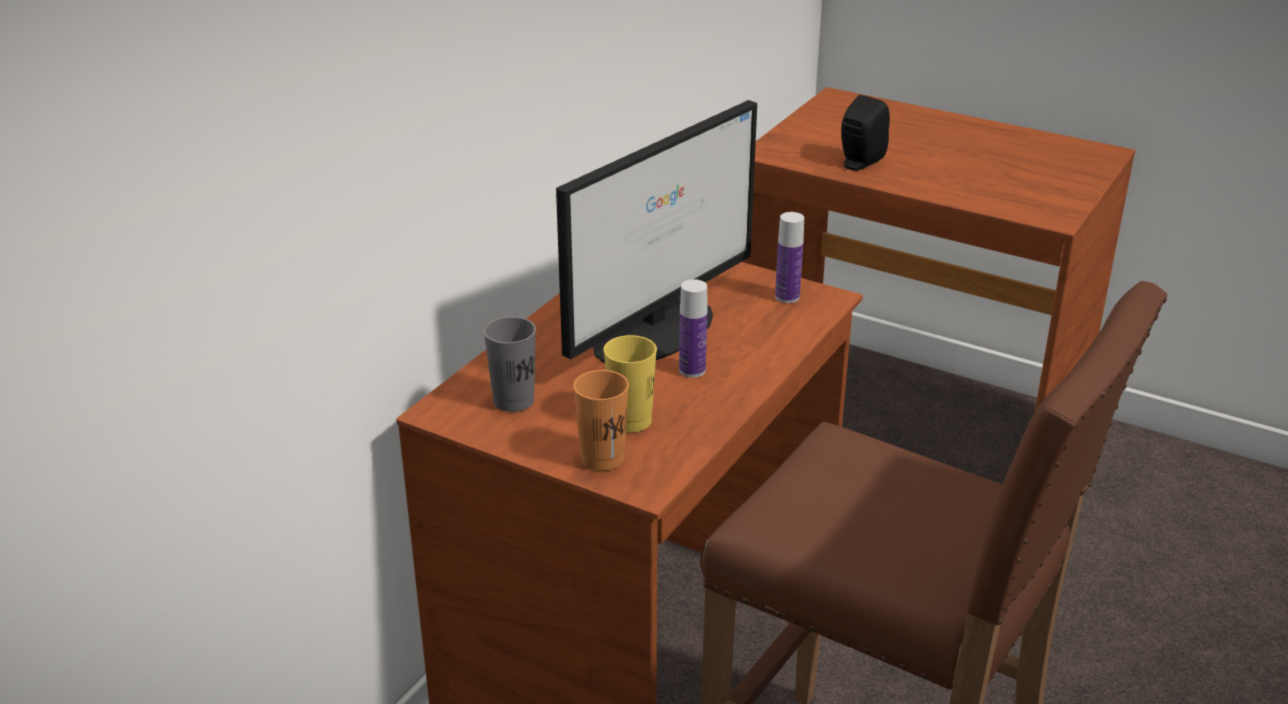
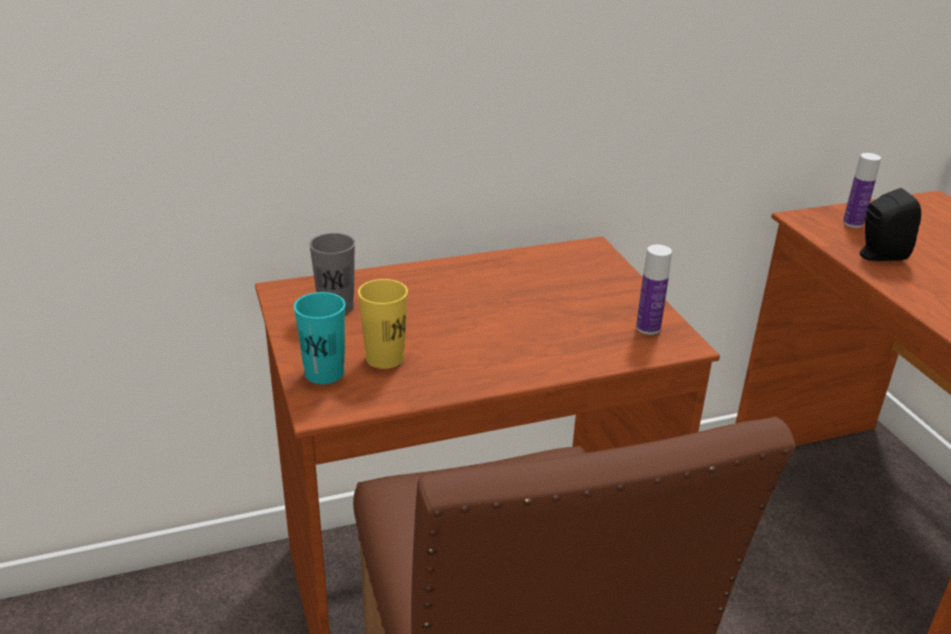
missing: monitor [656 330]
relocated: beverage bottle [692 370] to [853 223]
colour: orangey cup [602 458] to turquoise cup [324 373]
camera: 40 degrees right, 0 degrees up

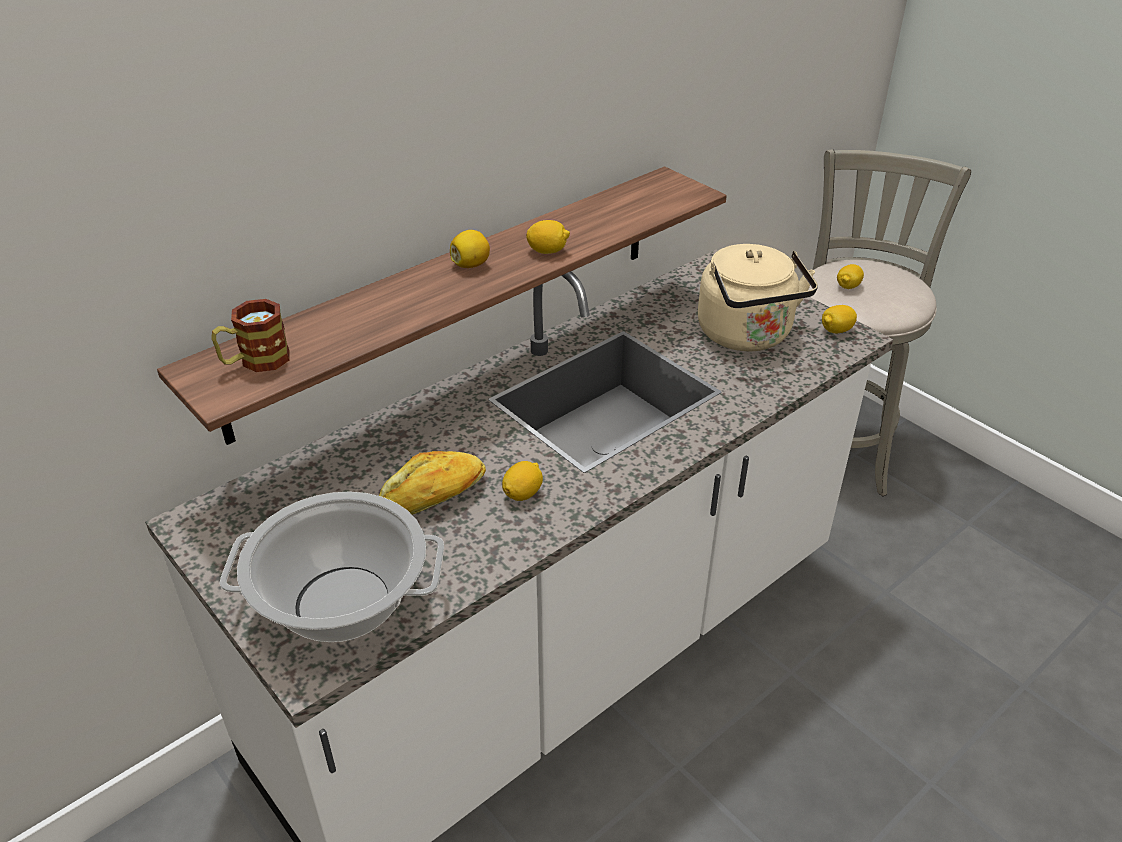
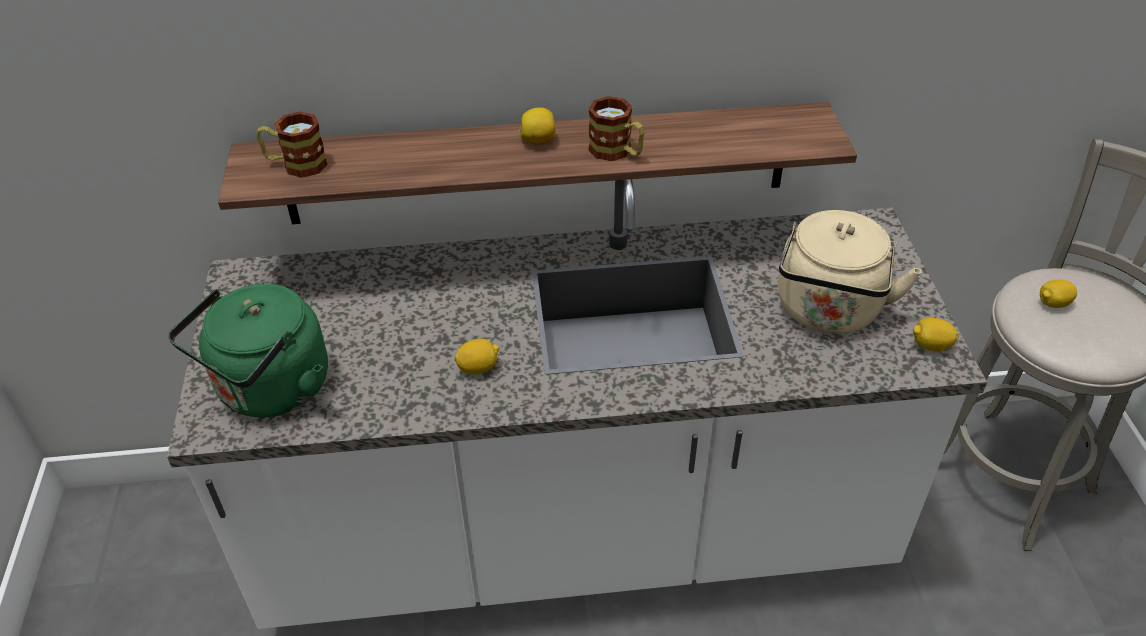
missing: bakery bread [433 498]
exchanged: citrus fruit [548 251] to tea mug [617 152]; stockpot [341 604] to green-coloured water kettle [270 390]
camera: 35 degrees right, 5 degrees up

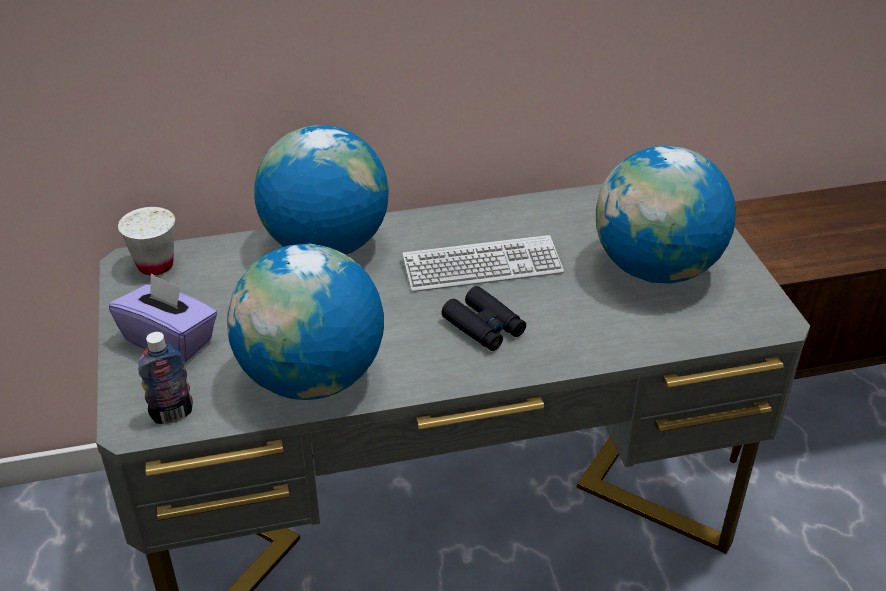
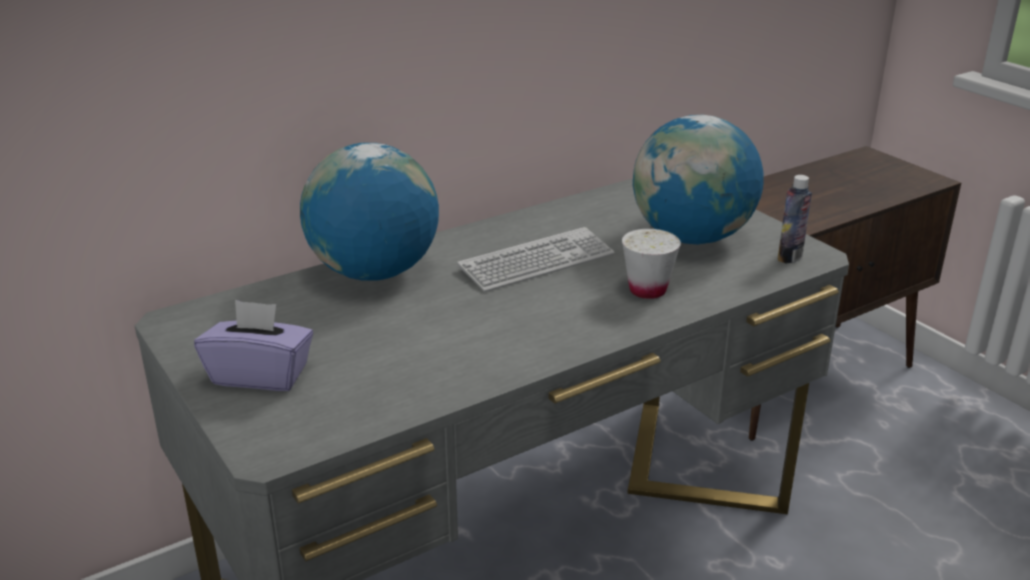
missing: desk globe [311 378]; black-coloured binoculars [484 327]
relocated: whitish cup [155 265] to [647 290]; beverage bottle [172 414] to [790 257]
camera: 20 degrees left, 10 degrees down

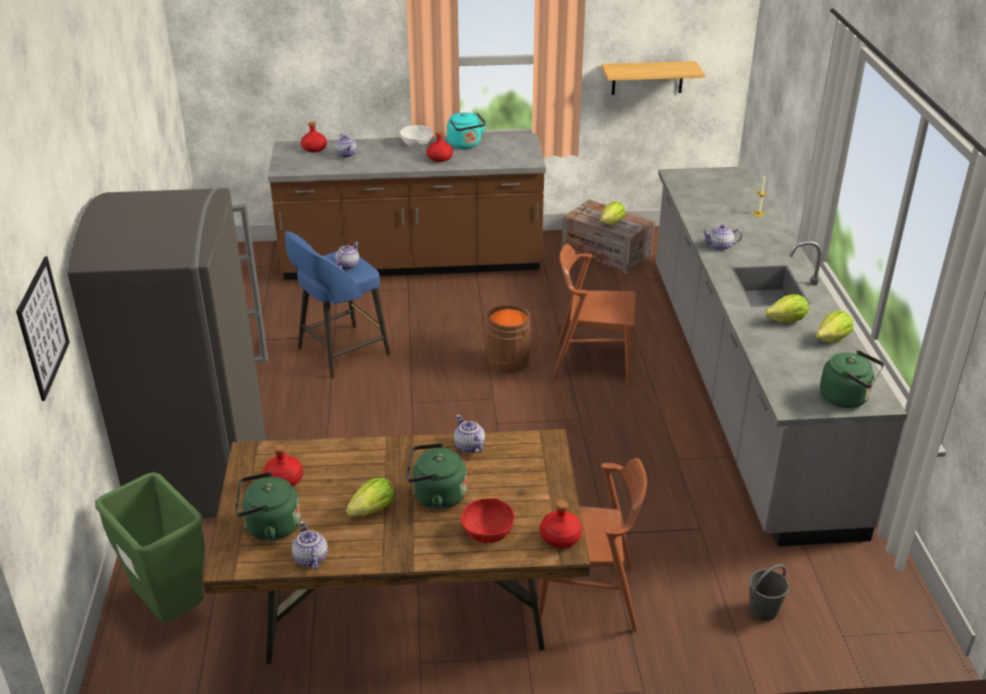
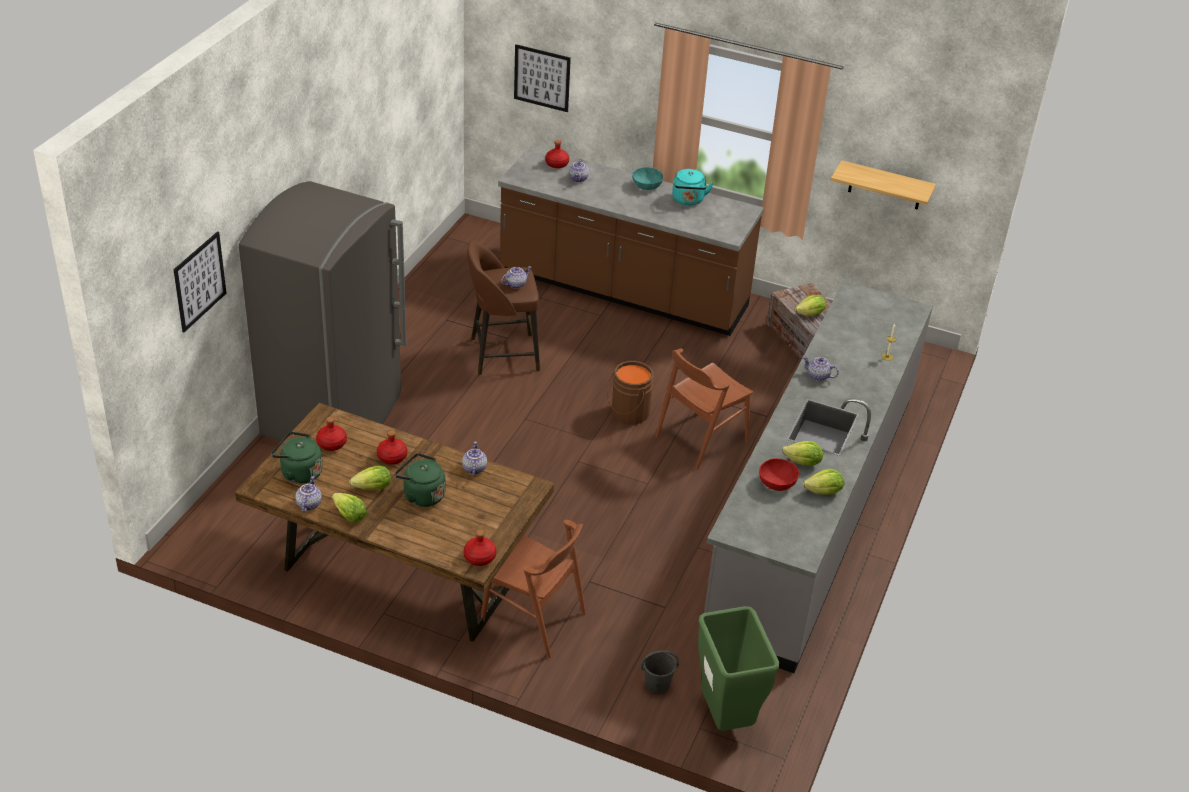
missing: green-coloured water kettle [847 398]
appeared: wall picture [542 78]; head of lettuce [350 516]
relocated: reddish beverage bottle [440 158] to [392 457]; green-coloured waste bin [172 610] to [726 719]; reddish serving bowl [488 532] to [777 483]
colour: whitish serving bowl [416 144] to turquoise serving bowl [647 186]; bluish sitting stool [340 352] to brownish sitting stool [502 354]
spun: brownish upright chair [592 362] = [701 439] 75 degrees counterclockwise
camera: 25 degrees right, 5 degrees up

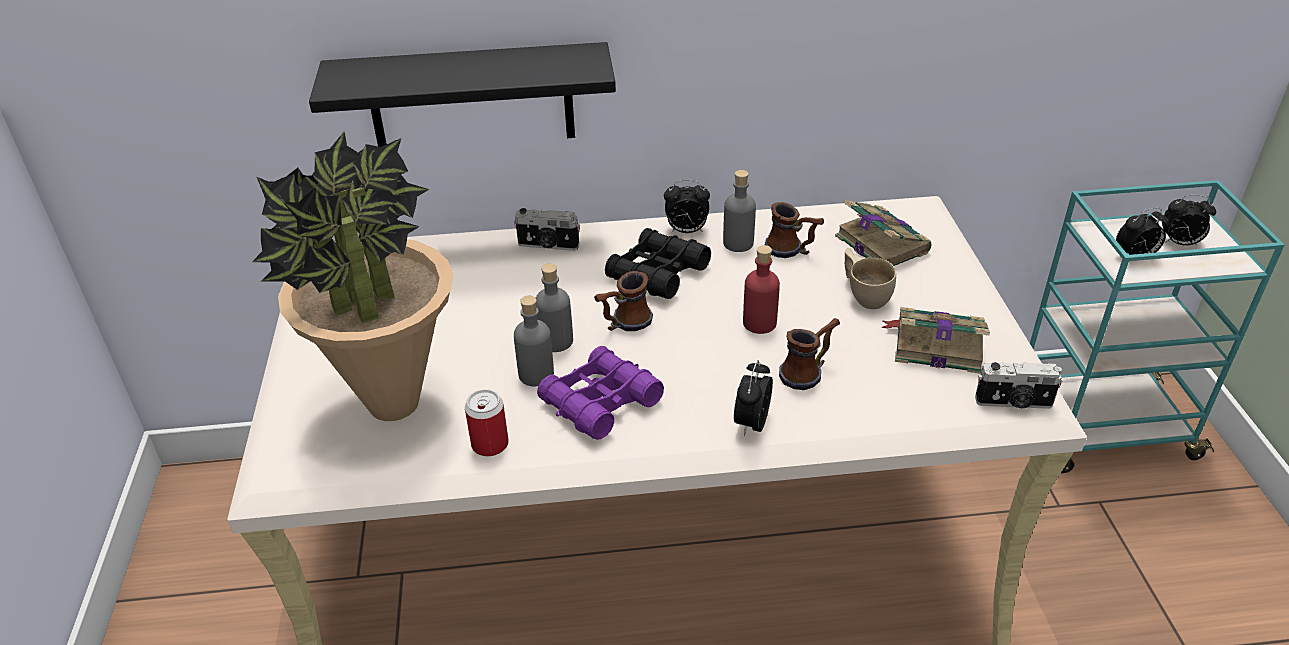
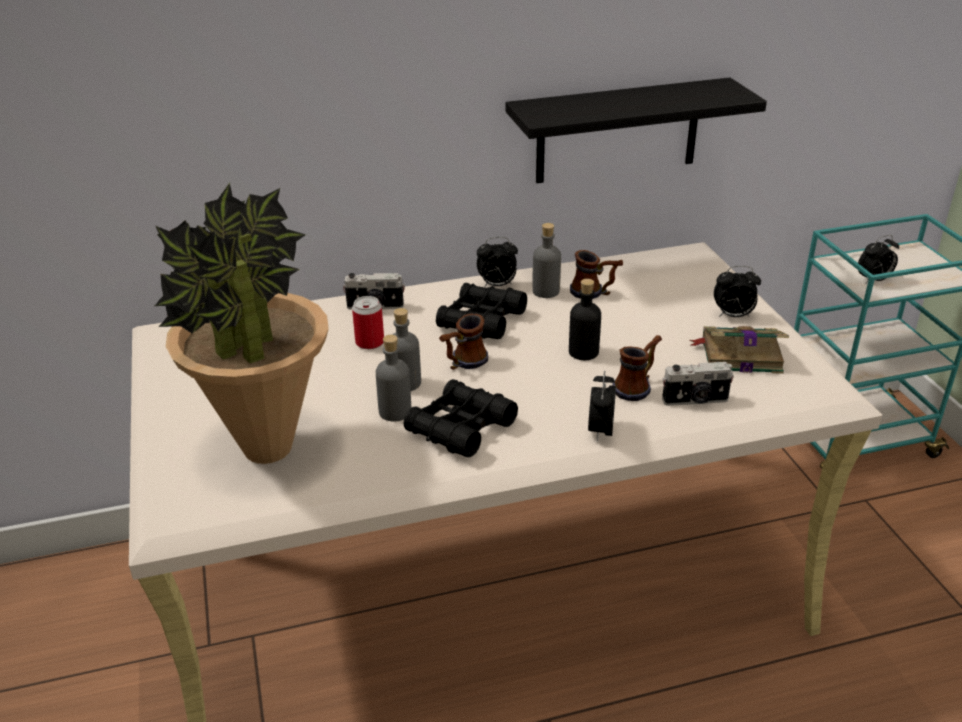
missing: volume [880 243]; beige-coloured cup [864 294]
relocated: black-coloured wall shelf [471 98] to [617 131]; bedside clock [1179 243] to [733 316]; still camera [1014 403] to [695 401]; sealed can [490 444] to [370 342]
colour: reddish beverage bottle [759 323] to black-coloured beverage bottle [583 352]; purplish binoculars [600 402] to black-coloured binoculars [460 428]
camera: 10 degrees left, 5 degrees down

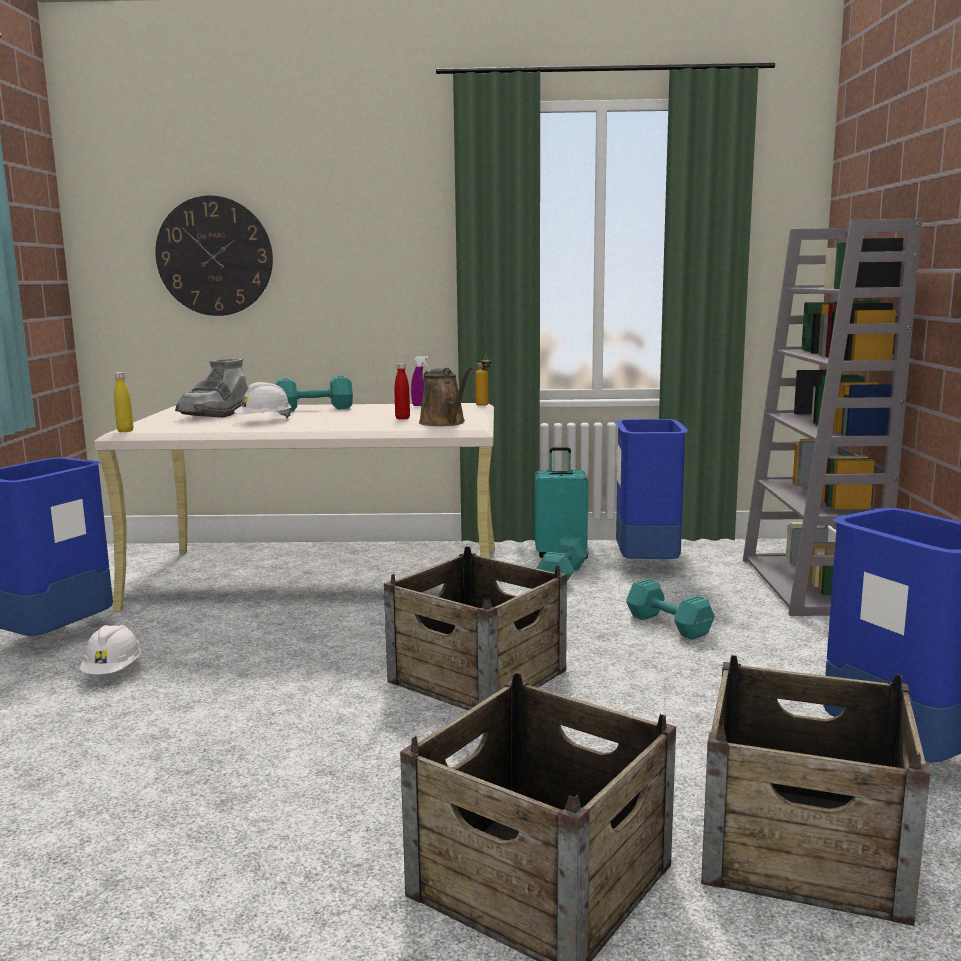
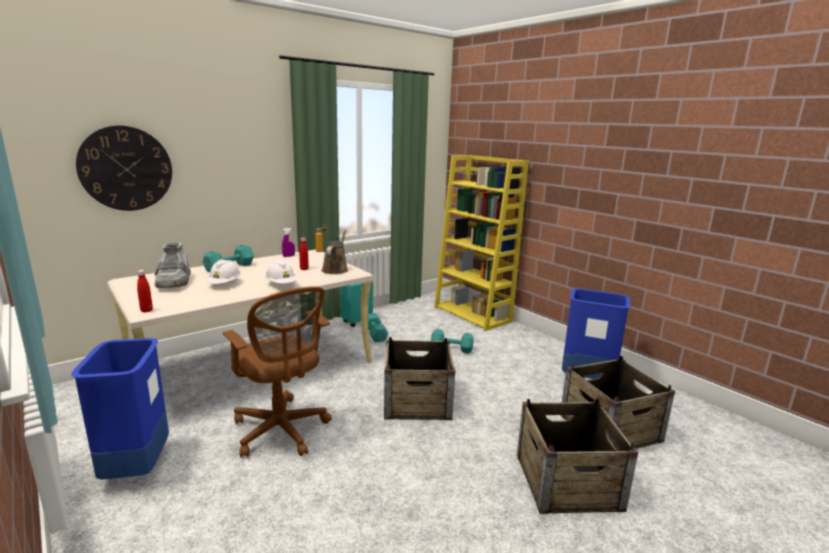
missing: bluish waste bin [645 565]
appeared: brownish computer chair [282 431]
relocated: whitish work helmet [113 671] to [281 284]
colour: gray bookcase [810 586] to yellow-coloured bookcase [473 314]; yellow-coloured beverage bottle [125 431] to reddish beverage bottle [146 310]
spun: brownish watering can [444 423] = [335 269] 105 degrees counterclockwise
camera: 40 degrees left, 5 degrees up

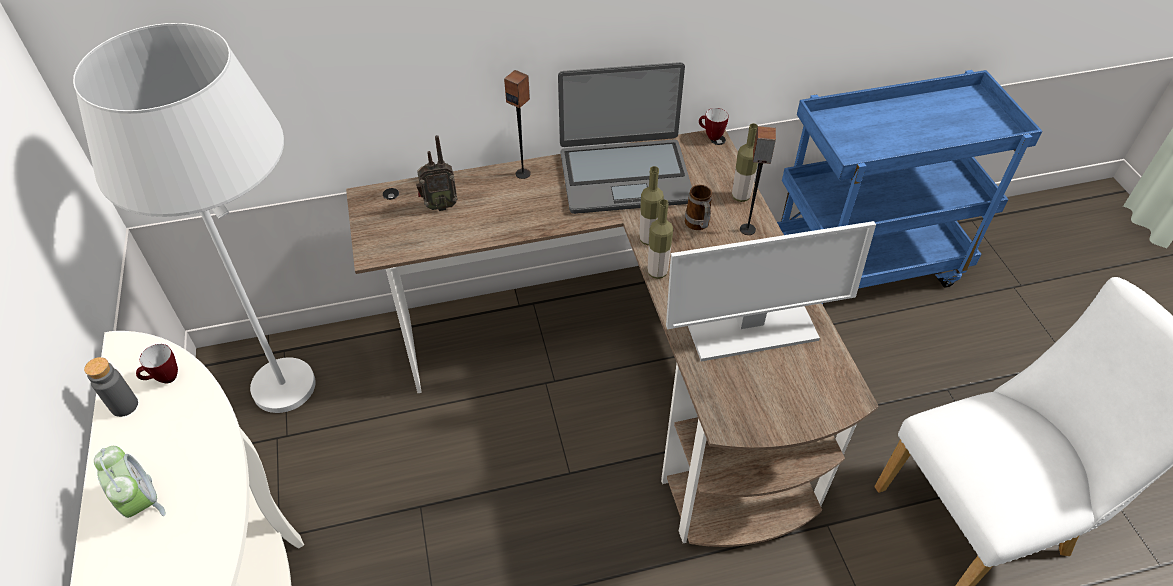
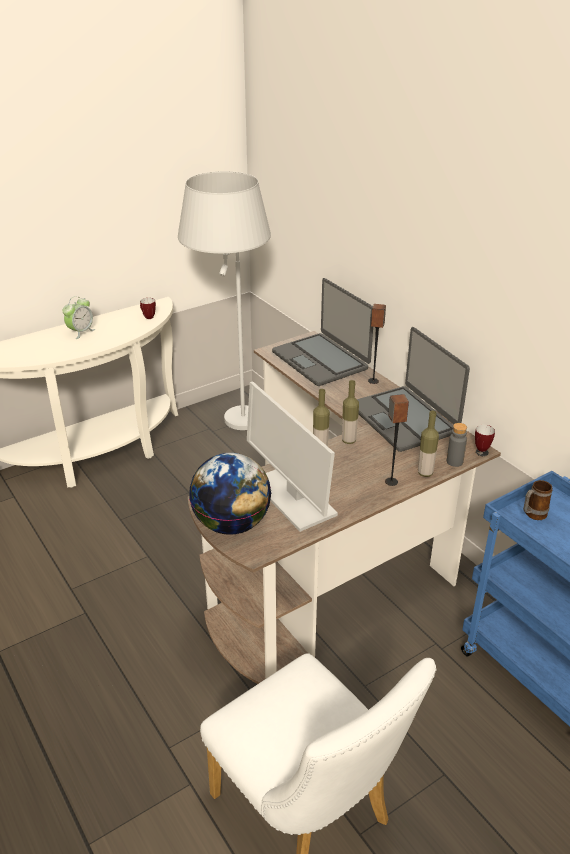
appeared: desk globe [232 524]
relocated: tea mug [698 226] to [532 515]; gray beverage bottle [124 405] to [454 461]
exchanged: radio receiver [439 205] to portable computer [321 360]
camera: 70 degrees right, 15 degrees down

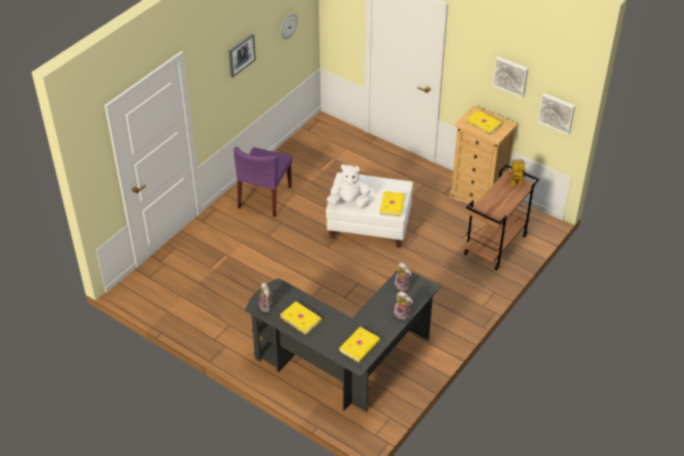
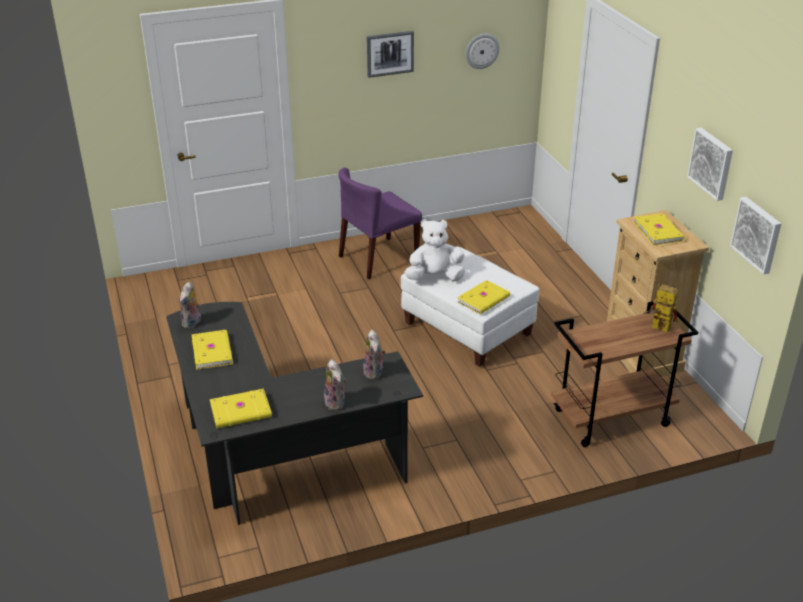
spun: whitish plush toy [349 202] = [434 277] 45 degrees counterclockwise
camera: 35 degrees right, 10 degrees down

